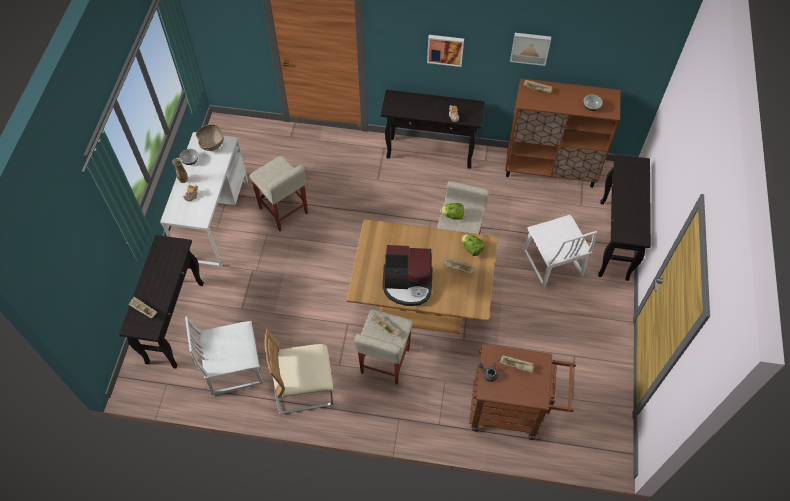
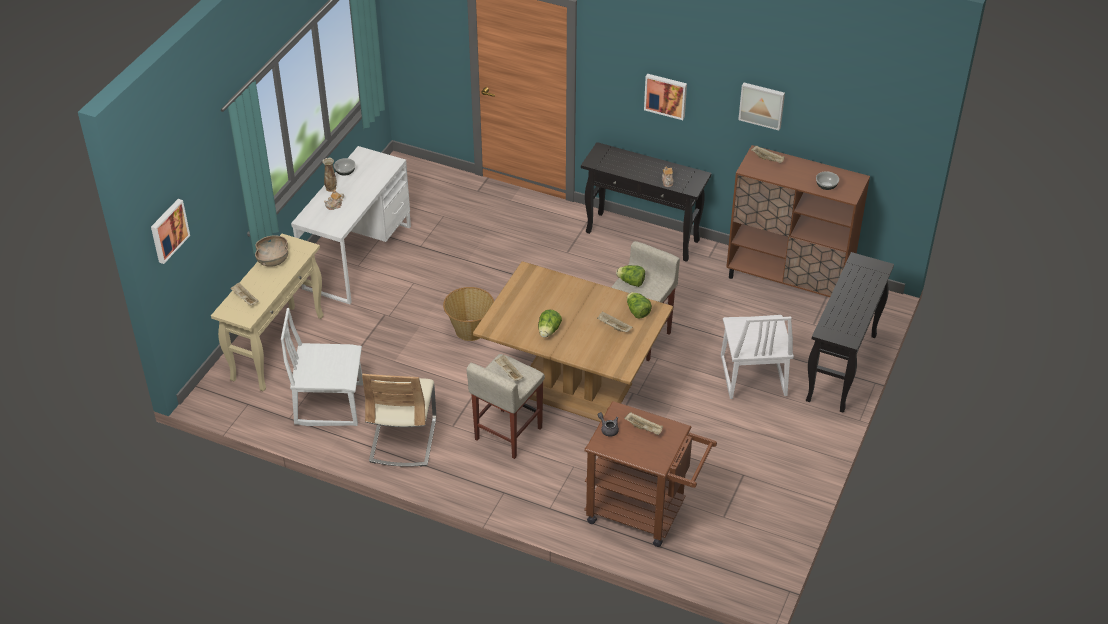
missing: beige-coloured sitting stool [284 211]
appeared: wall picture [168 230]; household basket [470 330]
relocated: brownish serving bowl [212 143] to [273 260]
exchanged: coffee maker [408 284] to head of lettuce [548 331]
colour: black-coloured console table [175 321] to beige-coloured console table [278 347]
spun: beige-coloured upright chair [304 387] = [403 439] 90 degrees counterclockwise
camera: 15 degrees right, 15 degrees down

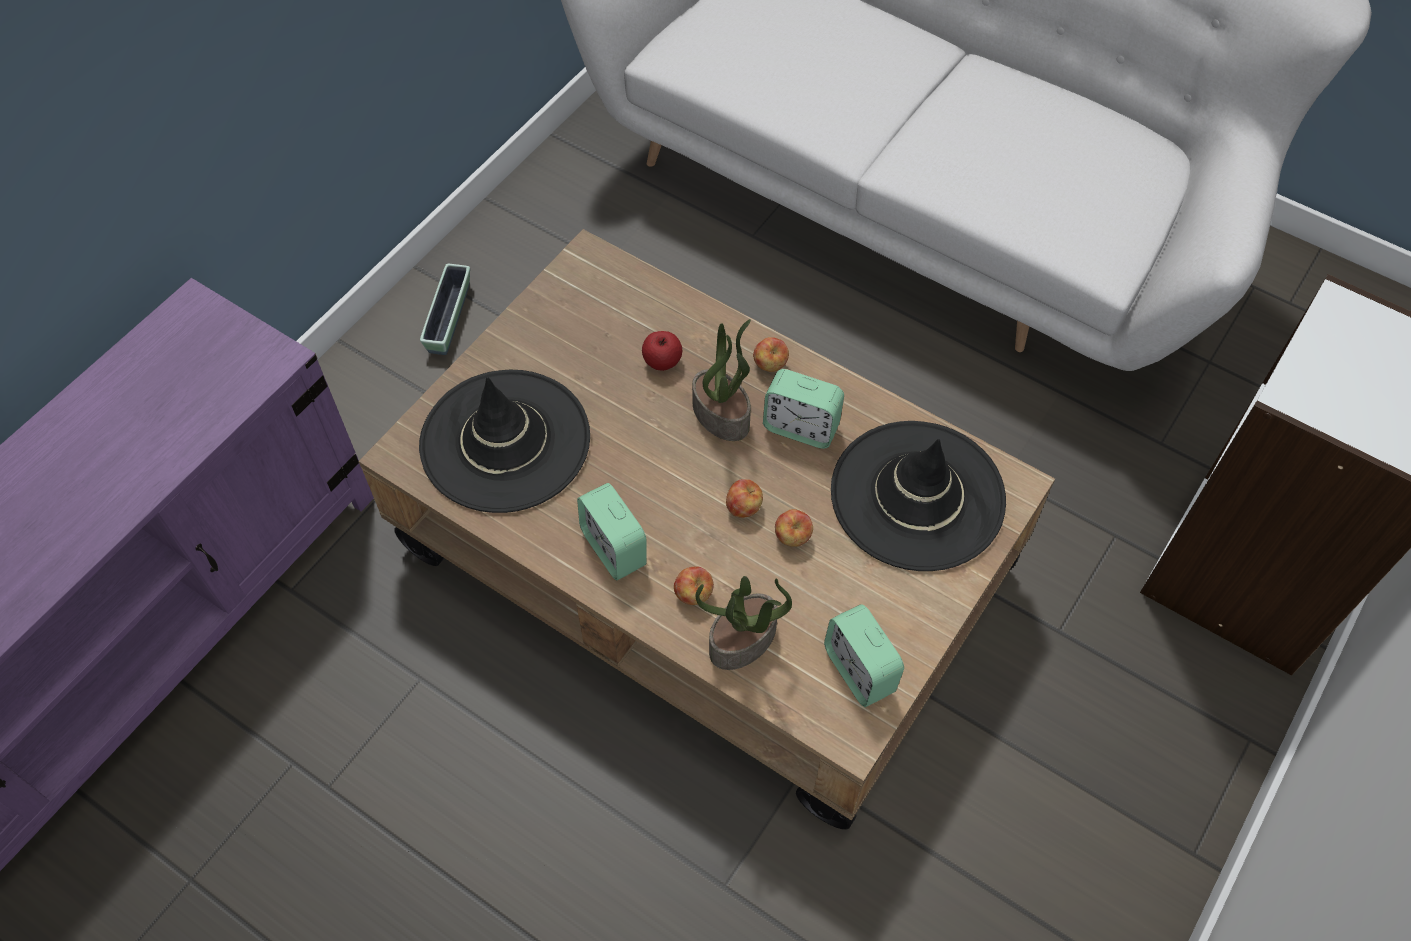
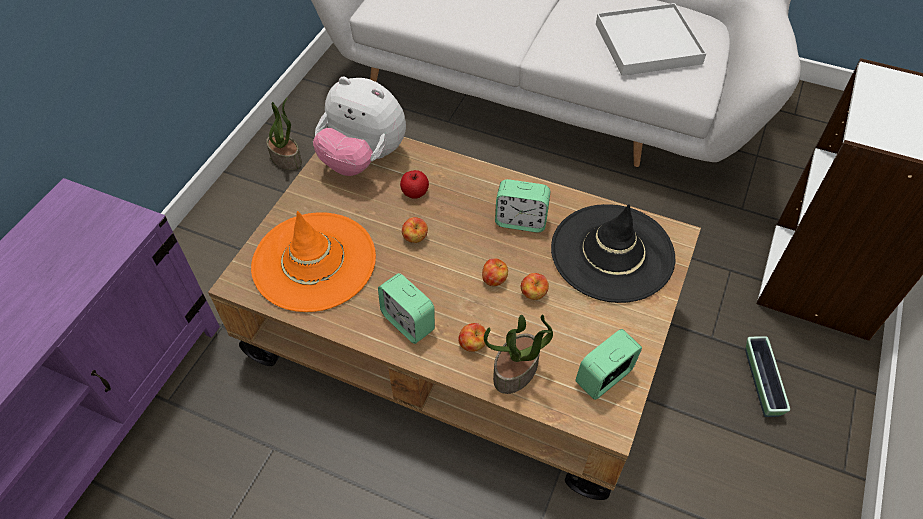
appeared: whitish carrying tray [648 43]; plush toy [363 159]
relocated: plant pot [449 318] to [761 382]; houseplant [722 415] to [286 158]; whole apple [770 365] to [415 238]
colour: black-coloured hat [505 441] to orangey hat [314 262]
spun: bedside clock [859 670] = [604 377] 90 degrees clockwise
camera: 10 degrees left, 5 degrees down

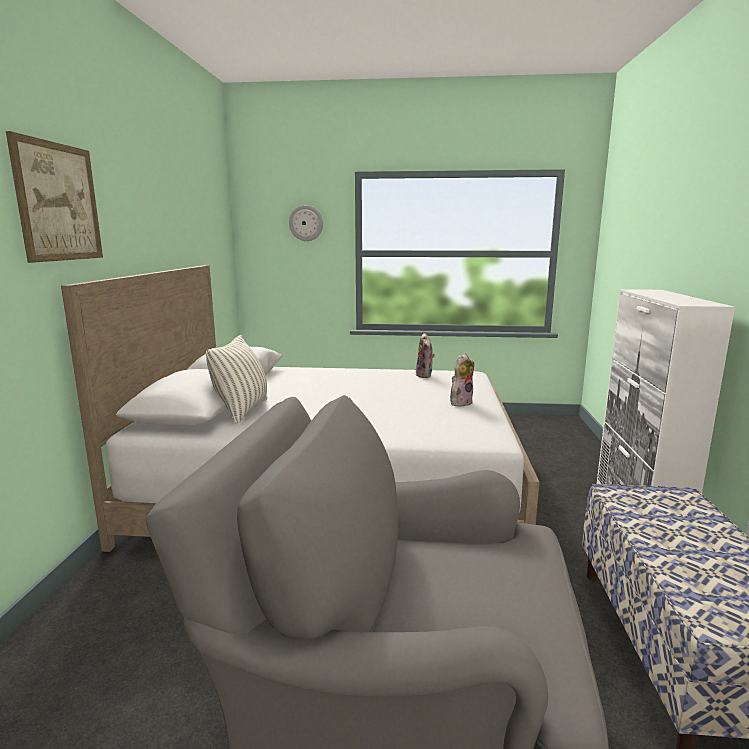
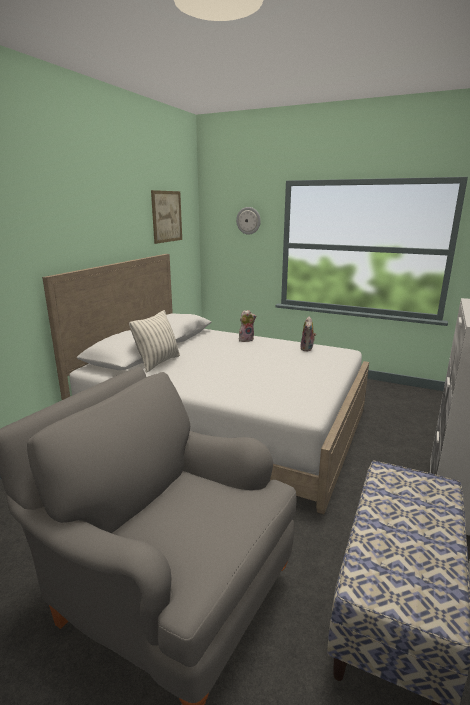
relocated: wall picture [58 202] to [166 216]; plush toy [460 402] to [246 339]
camera: 20 degrees right, 5 degrees up

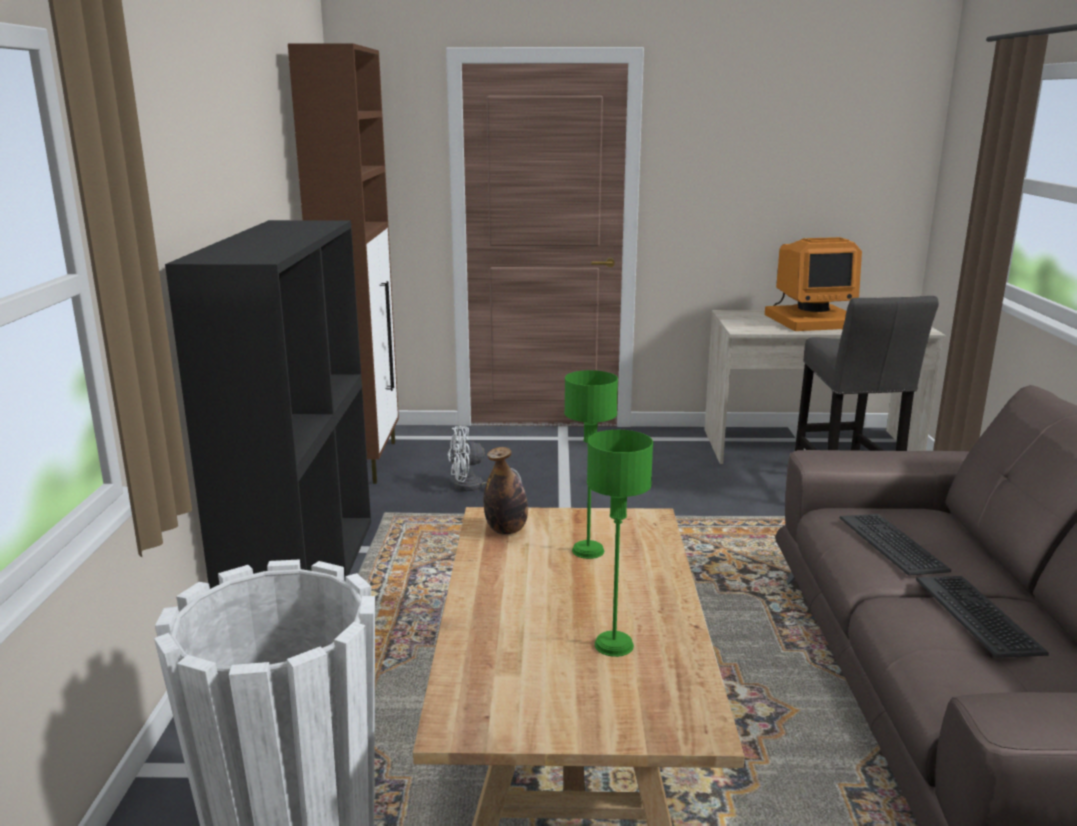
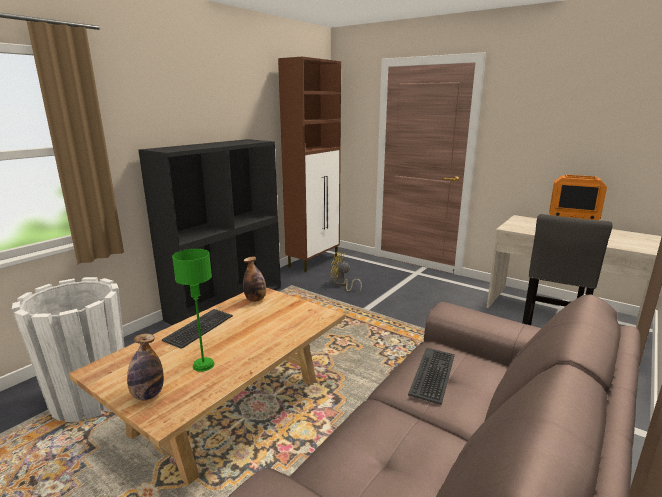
missing: green-coloured lamp for a table [588 550]
appeared: beverage bottle [148 395]
relocated: PC keyboard [978 615] to [199 328]
colour: whitish cooling fan [474 487] to yellow-coloured cooling fan [342 285]
camera: 35 degrees right, 0 degrees up

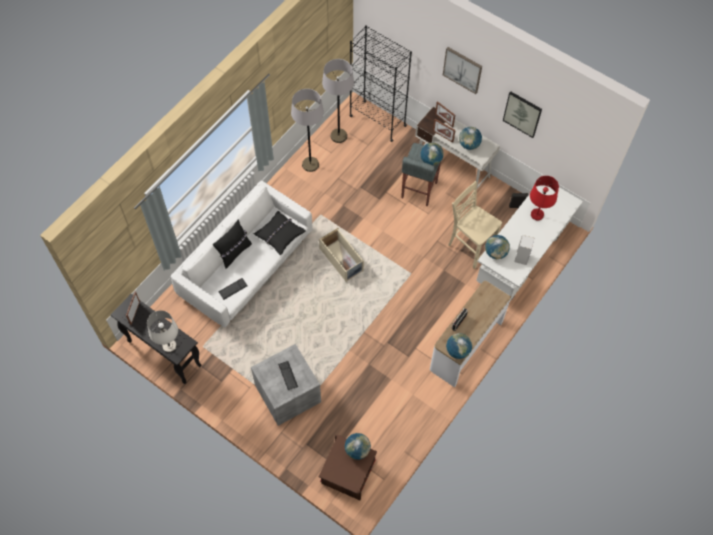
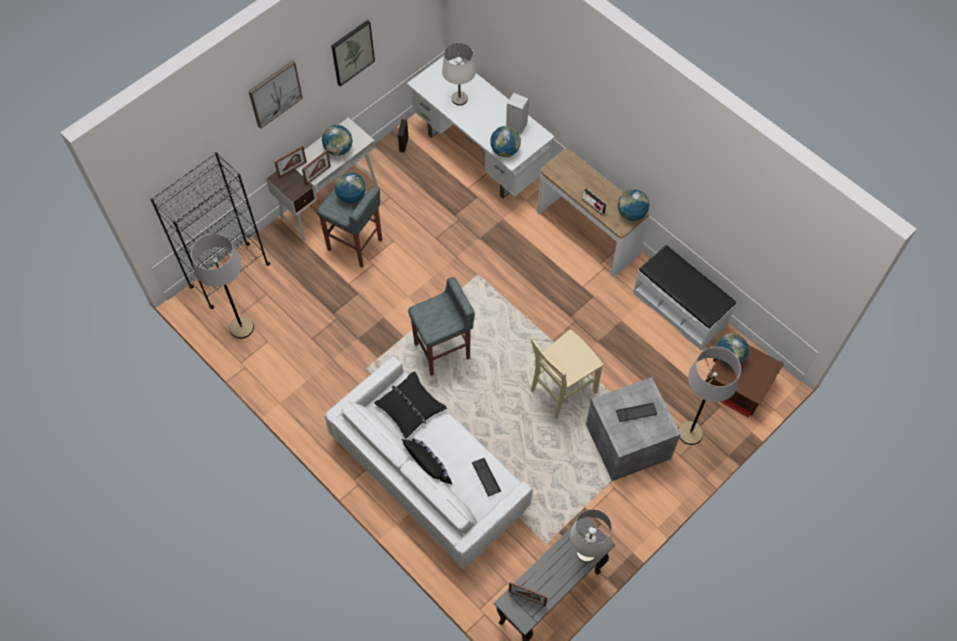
appeared: whitish indoor bench [680 309]
relocated: gray standard lamp [310 164] to [690 433]; beige-coloured upright chair [470 246] to [561 390]
exchanged: beige-coloured storage box [342 260] to gray sitting stool [443 351]
colour: reddish lamp for a table [537 214] to whitish lamp for a table [459 99]
camera: 80 degrees left, 0 degrees up

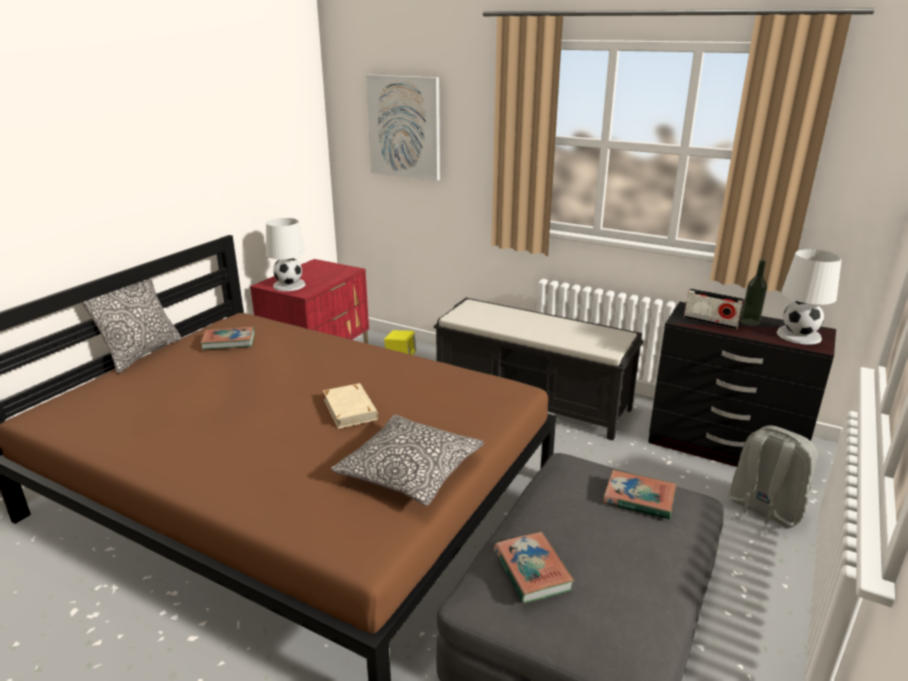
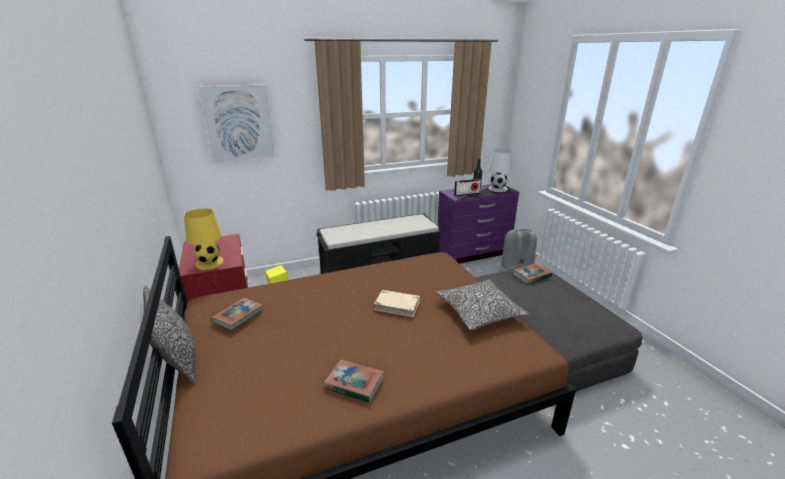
relocated: volume [532 571] to [354 383]
colour: whitish lamp for a table [289 285] to yellow-coloured lamp for a table [210 263]; black-coloured chest of drawers [725 448] to purplish chest of drawers [473 253]
camera: 50 degrees left, 0 degrees up

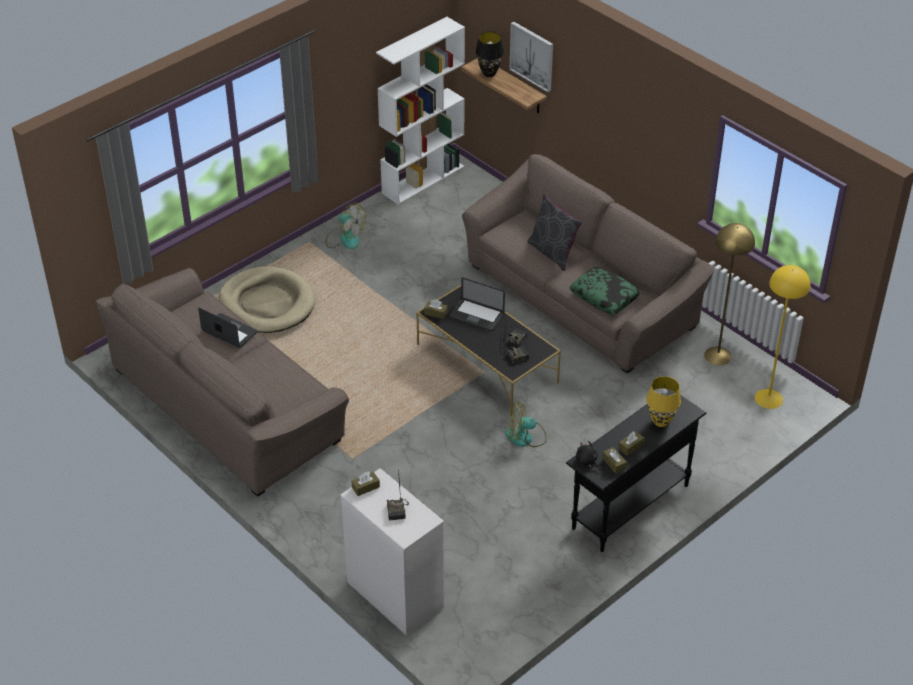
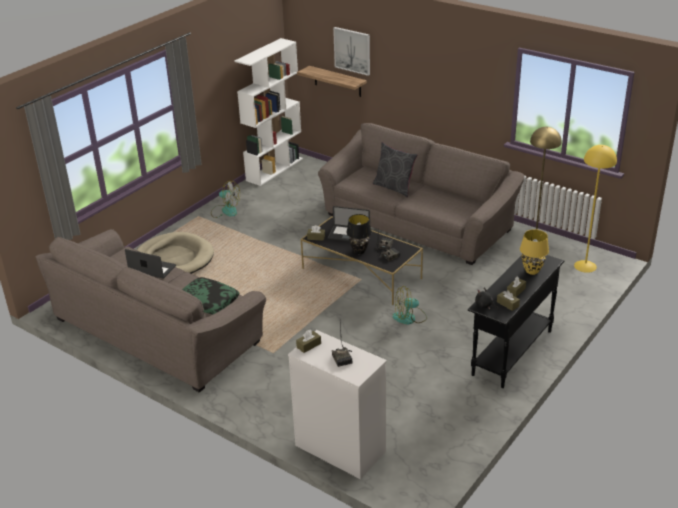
relocated: black-coloured lamp for a table [489 73] to [359 251]; throw pillow [604 296] to [208 301]
camera: 10 degrees left, 10 degrees down

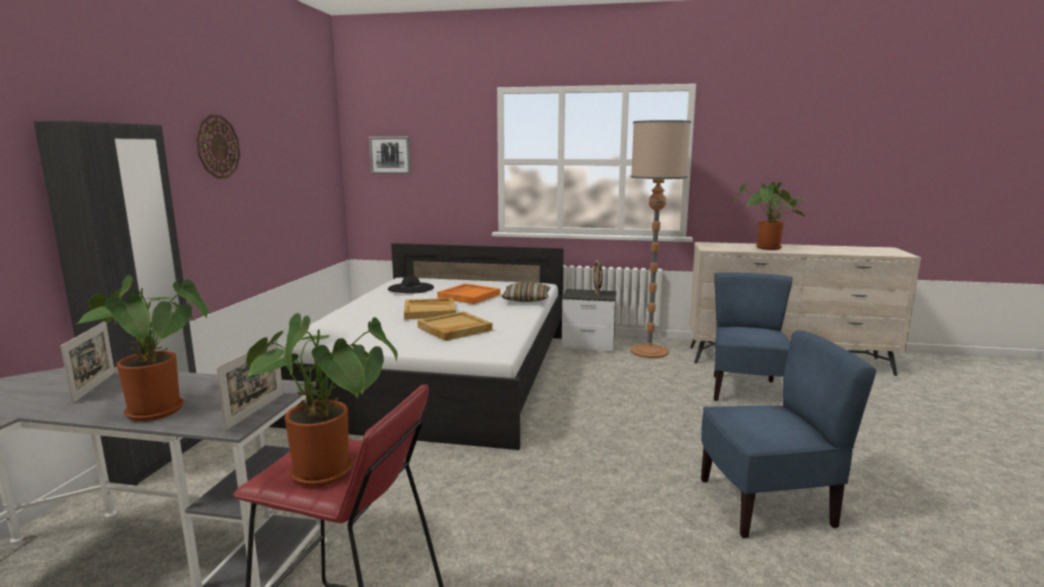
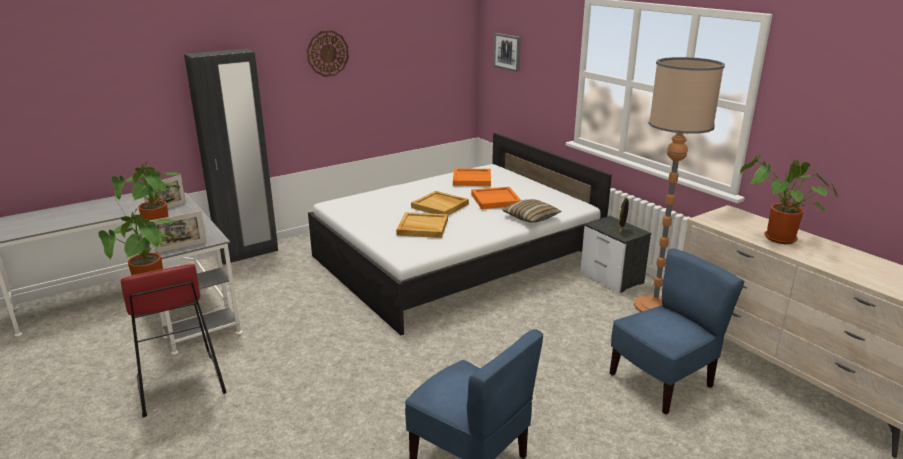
exchanged: black-coloured hat [411 288] to orangey carrying tray [472 179]
camera: 45 degrees right, 10 degrees up

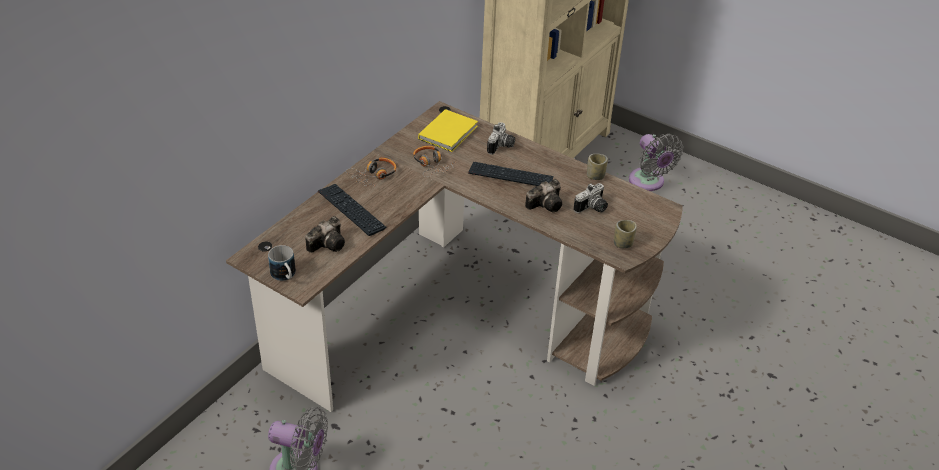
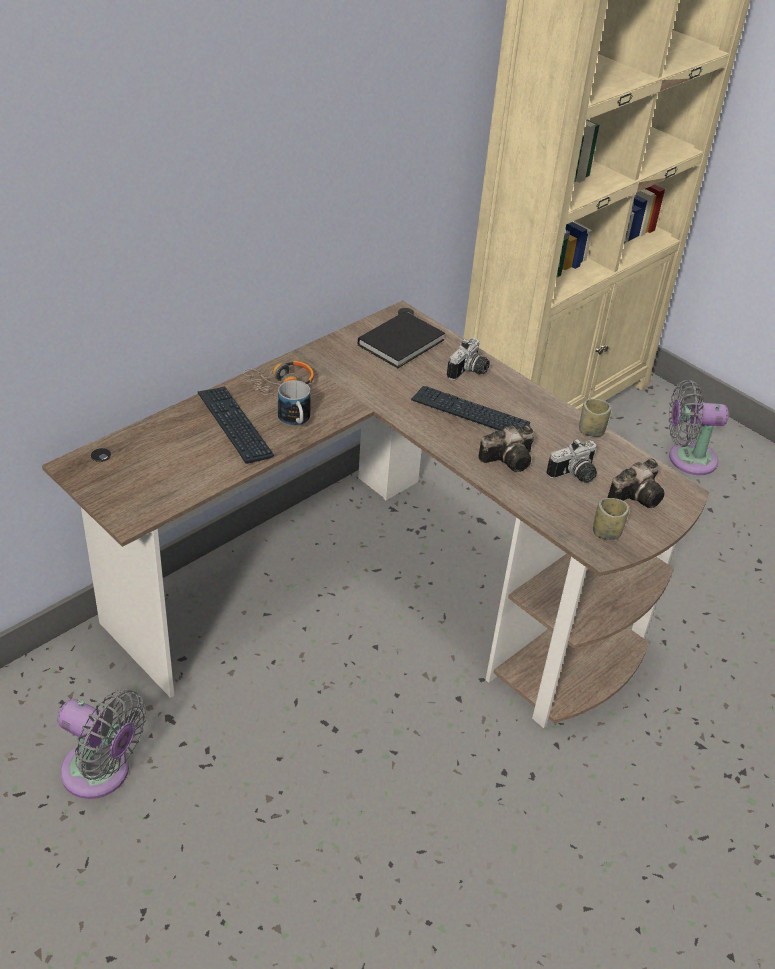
missing: headset [432 165]
relocated: still camera [329 243] to [637 495]; tea mug [285 276] to [295 421]
colour: yellow-coloured volume [449 132] to black-coloured volume [403 342]
spun: gray cooling fan [648 182] = [687 459] 105 degrees clockwise
camera: 10 degrees right, 0 degrees up

